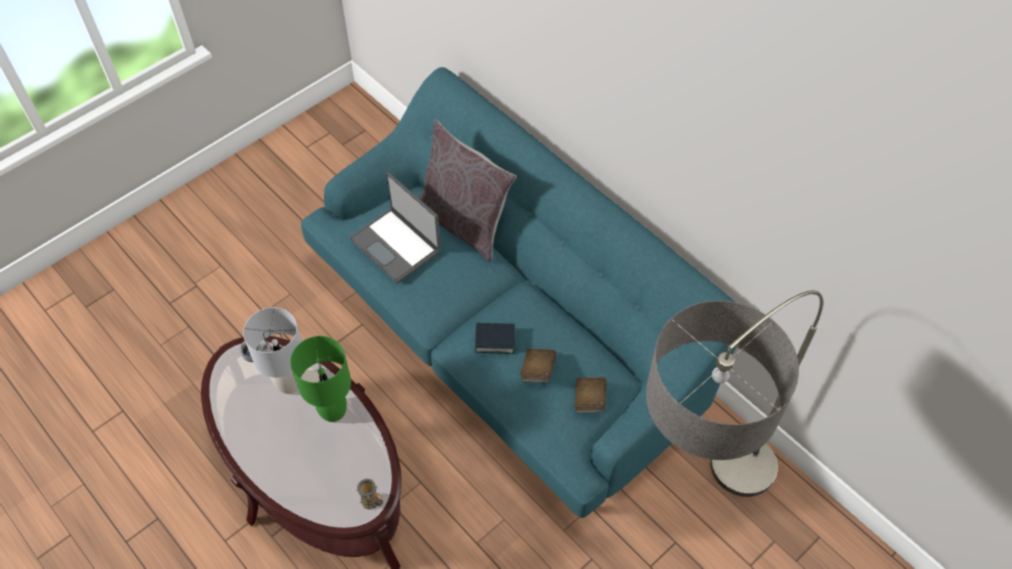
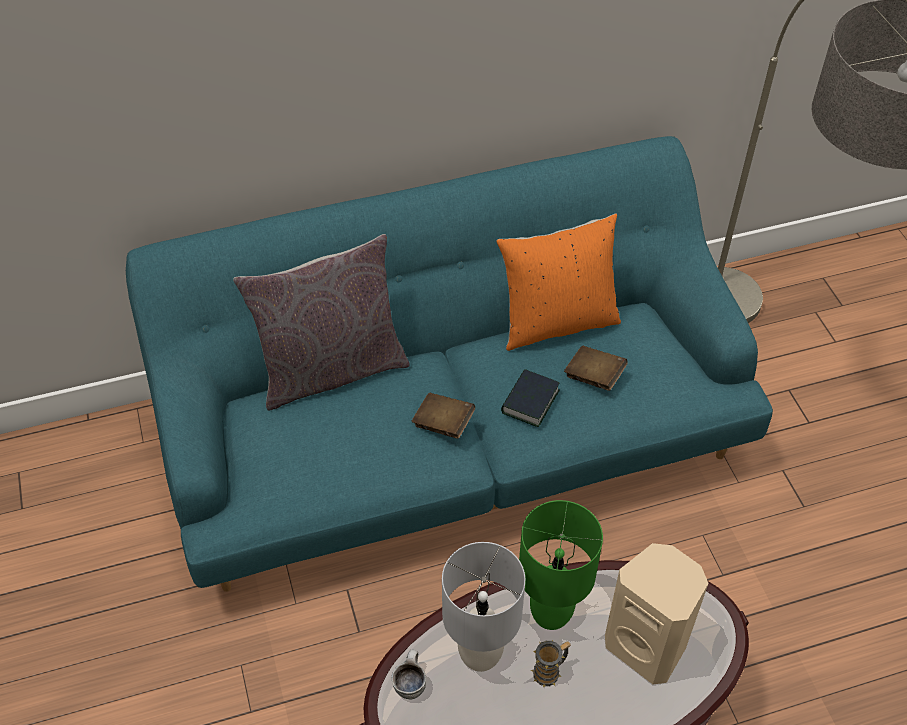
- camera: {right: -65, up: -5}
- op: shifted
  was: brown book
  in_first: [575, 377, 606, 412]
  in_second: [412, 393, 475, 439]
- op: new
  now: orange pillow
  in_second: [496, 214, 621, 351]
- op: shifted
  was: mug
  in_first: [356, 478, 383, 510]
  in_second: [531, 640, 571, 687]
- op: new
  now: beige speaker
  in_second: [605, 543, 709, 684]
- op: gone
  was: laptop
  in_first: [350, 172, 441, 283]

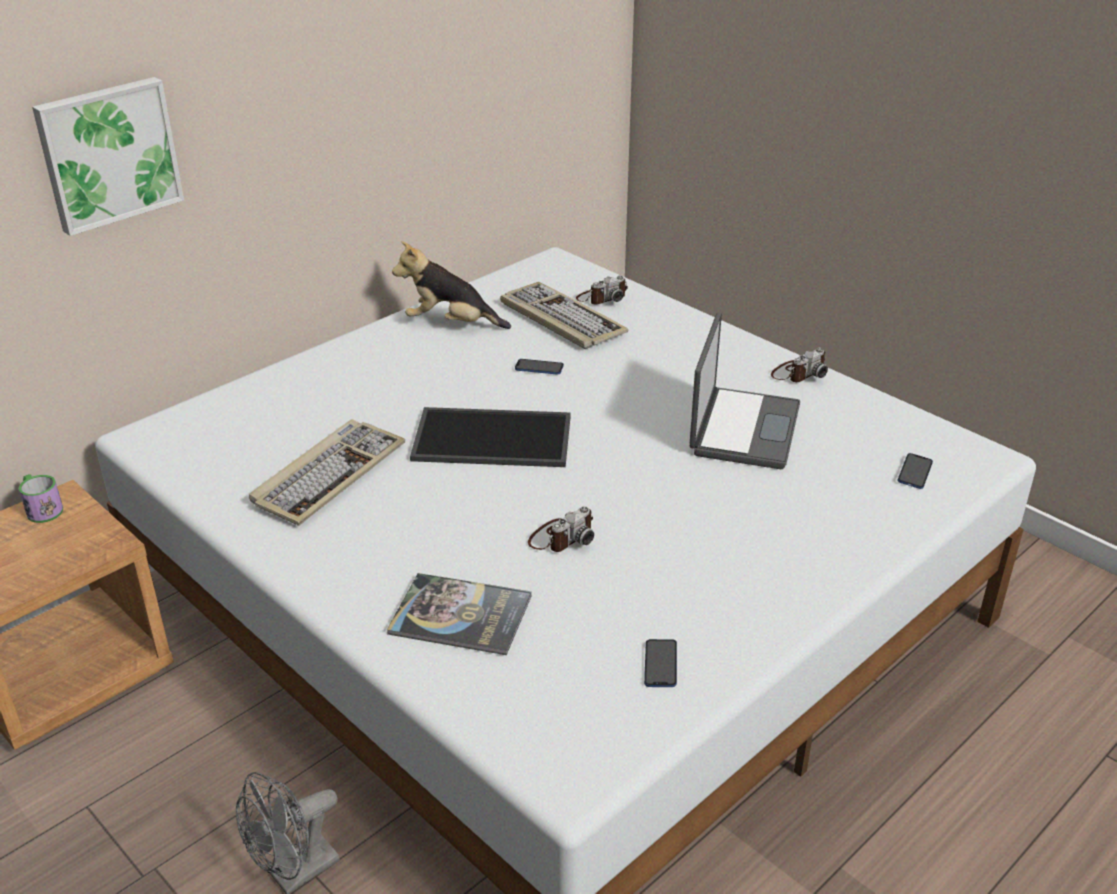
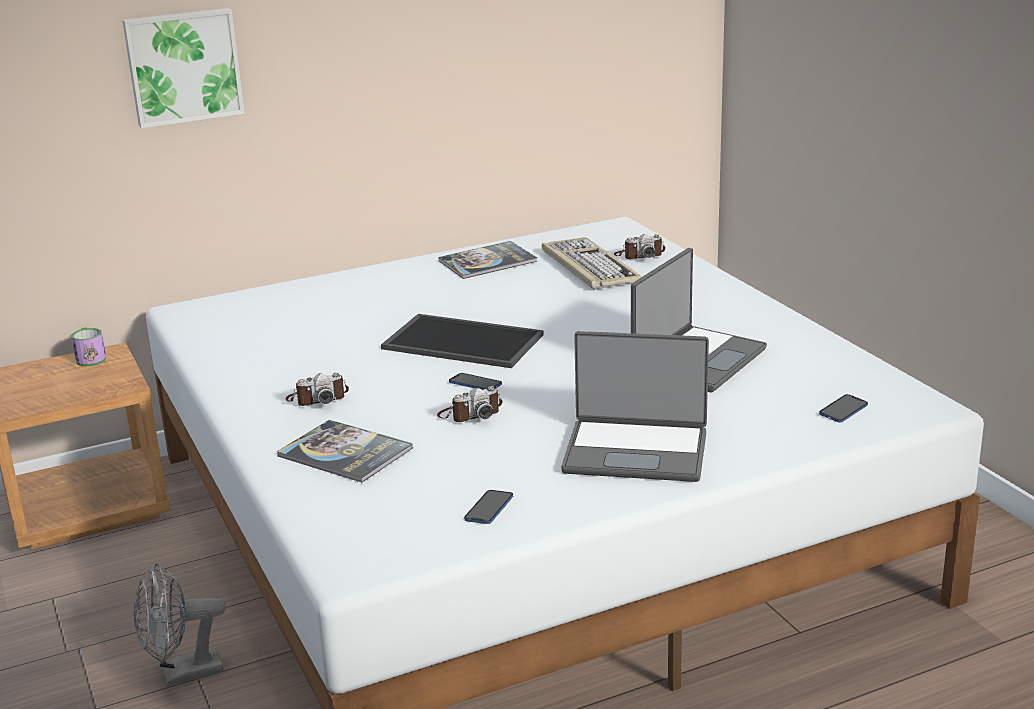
- camera: {right: 20, up: -10}
- op: shifted
  was: photo camera
  in_first: [771, 348, 828, 382]
  in_second: [285, 372, 349, 406]
- op: swapped
  was: plush toy
  now: book
  in_first: [392, 241, 511, 329]
  in_second: [438, 241, 537, 279]
- op: shifted
  was: phone
  in_first: [515, 359, 564, 375]
  in_second: [449, 373, 502, 390]
- op: new
  now: laptop
  in_second: [561, 331, 709, 482]
- op: gone
  was: keyboard
  in_first: [249, 419, 405, 526]

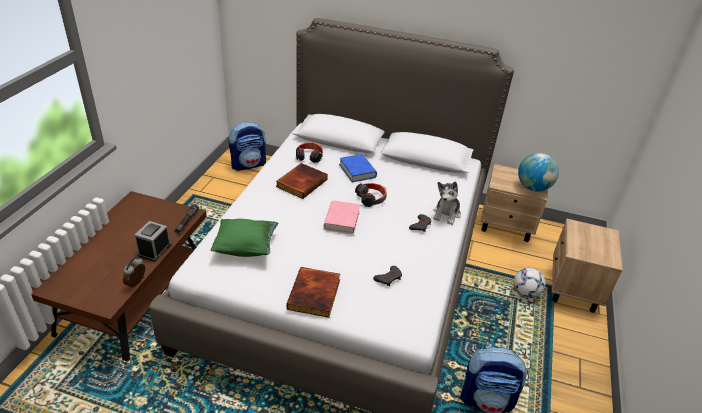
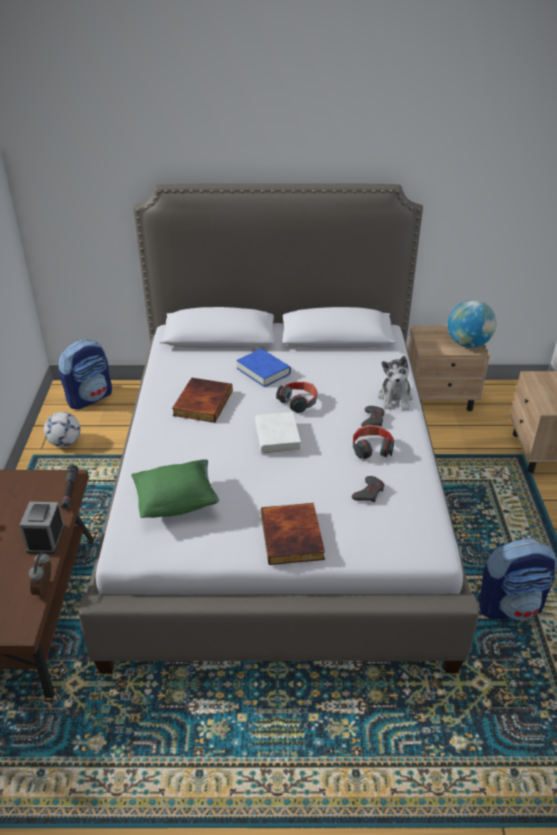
- camera: {right: -15, up: 0}
- op: shifted
  was: football
  in_first: [514, 268, 546, 298]
  in_second: [44, 412, 80, 447]
- op: repainted
  was: pink book
  now: white book
  in_first: [324, 200, 360, 235]
  in_second: [255, 412, 301, 454]
- op: shifted
  was: headphones
  in_first: [296, 142, 323, 163]
  in_second: [353, 425, 394, 459]

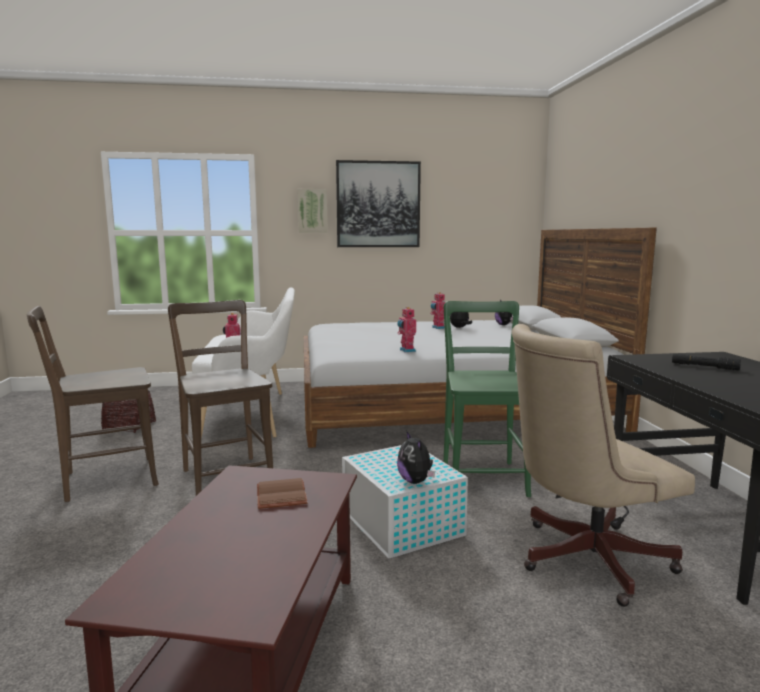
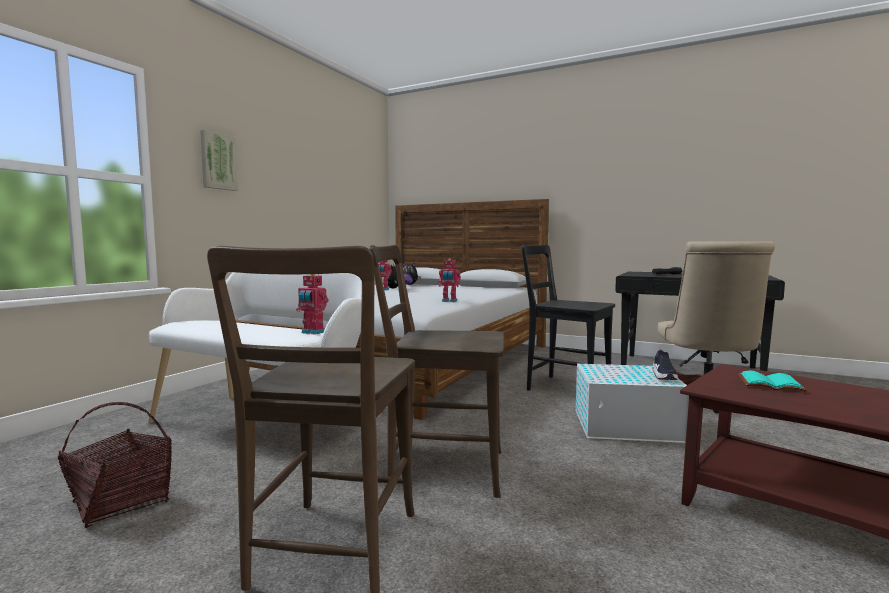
- camera: {right: -55, up: -5}
- op: repainted
  was: green chair
  now: black chair
  in_first: [443, 301, 531, 497]
  in_second: [521, 245, 615, 391]
- op: swapped
  was: plush toy
  now: shoe
  in_first: [397, 432, 435, 484]
  in_second: [652, 348, 678, 380]
- op: repainted
  was: brown book
  now: turquoise book
  in_first: [257, 478, 308, 509]
  in_second: [738, 371, 807, 392]
- op: gone
  was: picture
  in_first: [336, 160, 421, 247]

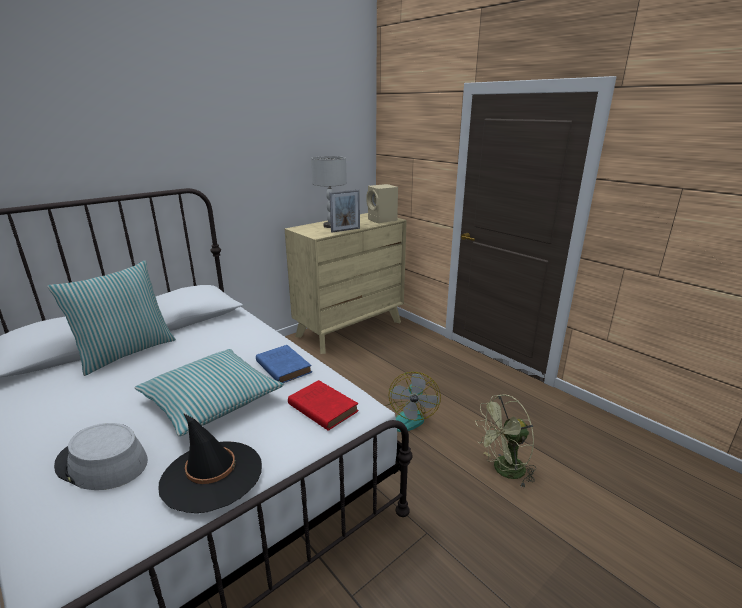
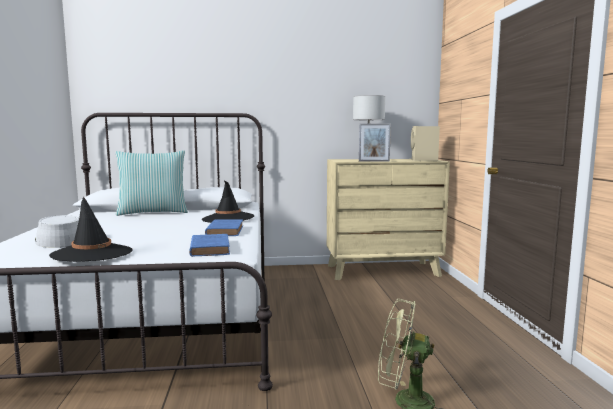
- camera: {right: 35, up: -15}
- op: repainted
  was: red book
  now: blue book
  in_first: [288, 380, 359, 431]
  in_second: [189, 234, 230, 257]
- op: new
  now: black hat
  in_second: [202, 181, 254, 223]
- op: gone
  was: pillow
  in_first: [134, 349, 284, 436]
- op: gone
  was: fan
  in_first: [385, 372, 441, 432]

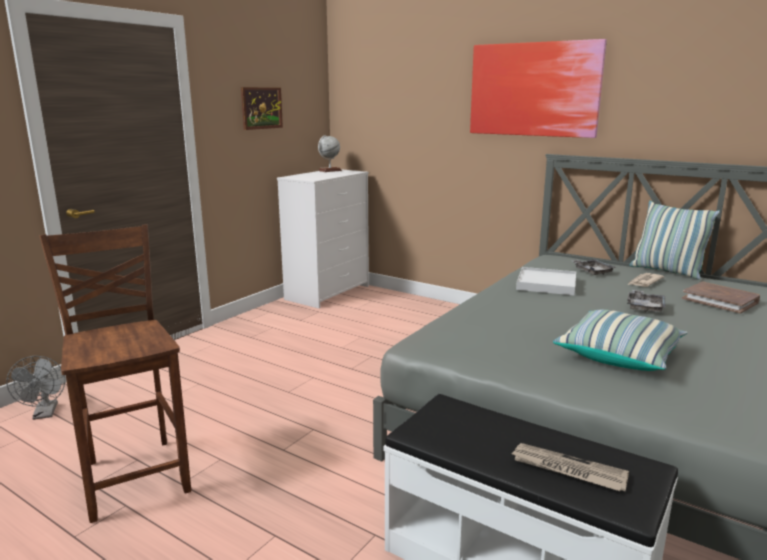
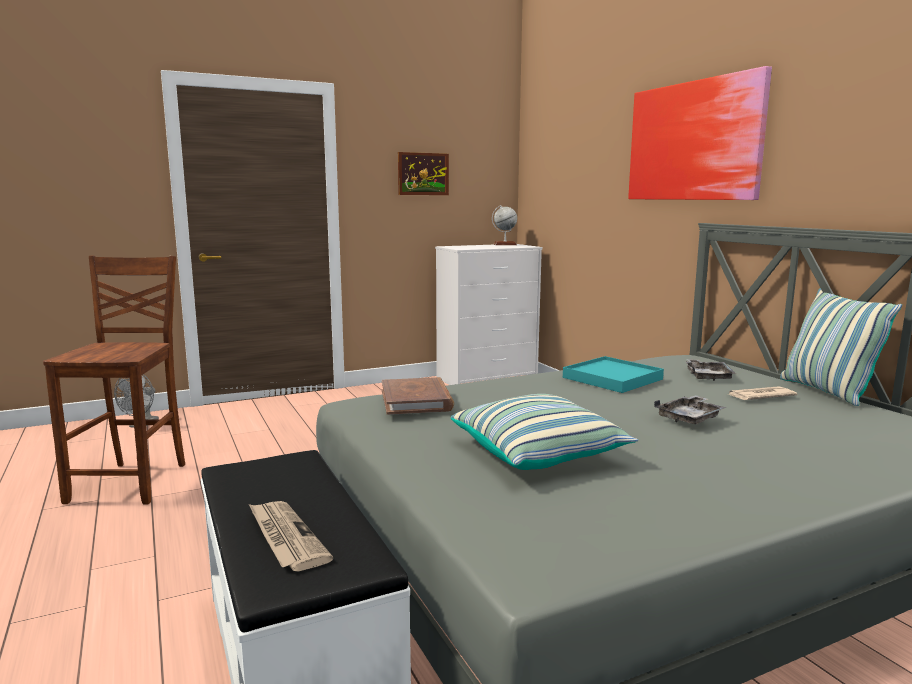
- camera: {right: 30, up: -5}
- op: shifted
  was: brown book
  in_first: [682, 282, 760, 314]
  in_second: [382, 377, 454, 415]
- op: repainted
  was: white tray
  now: turquoise tray
  in_first: [516, 267, 576, 295]
  in_second: [563, 356, 664, 393]

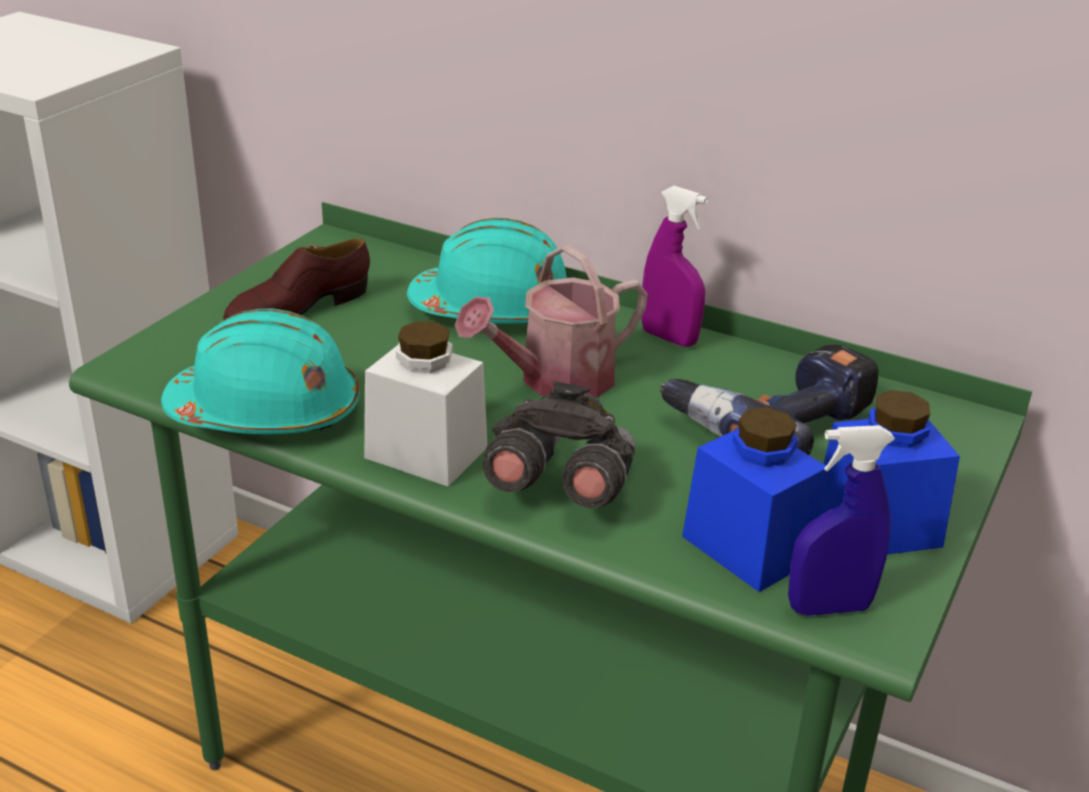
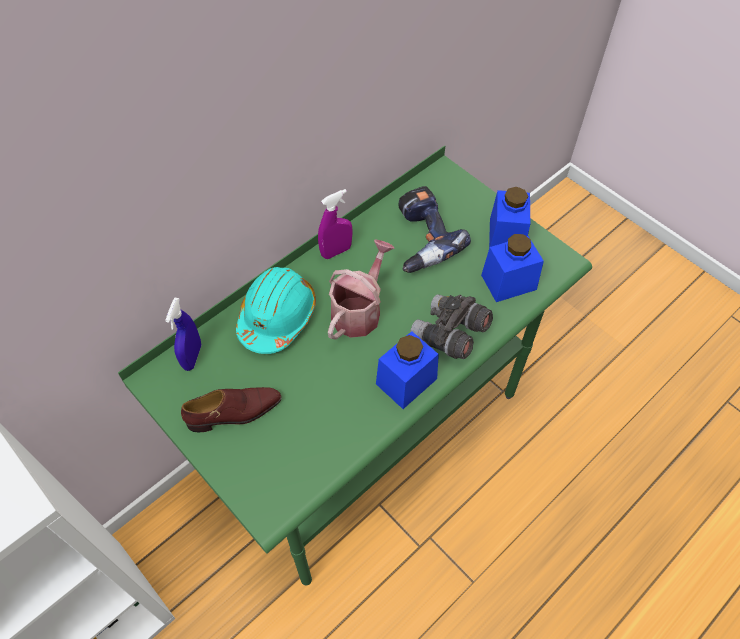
- camera: {right: -70, up: 25}
- op: shifted
  was: blue spray bottle
  in_first: [788, 425, 895, 616]
  in_second: [165, 298, 201, 371]
- op: rotated
  was: brown shoe
  in_first: [223, 238, 370, 319]
  in_second: [181, 387, 282, 432]
  clockwise: -90
- op: rotated
  was: watering can
  in_first: [455, 244, 648, 398]
  in_second: [328, 240, 395, 340]
  clockwise: -135
- op: repainted
  was: white jar
  now: blue jar
  in_first: [364, 321, 487, 487]
  in_second: [376, 331, 439, 409]
- op: gone
  was: turquoise hard hat
  in_first: [161, 308, 360, 434]

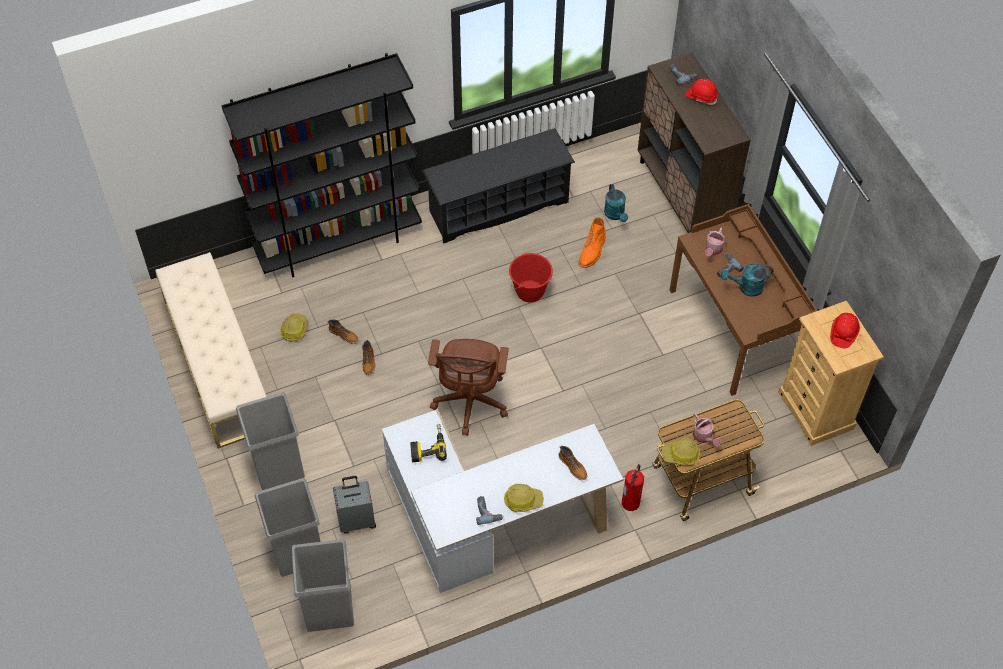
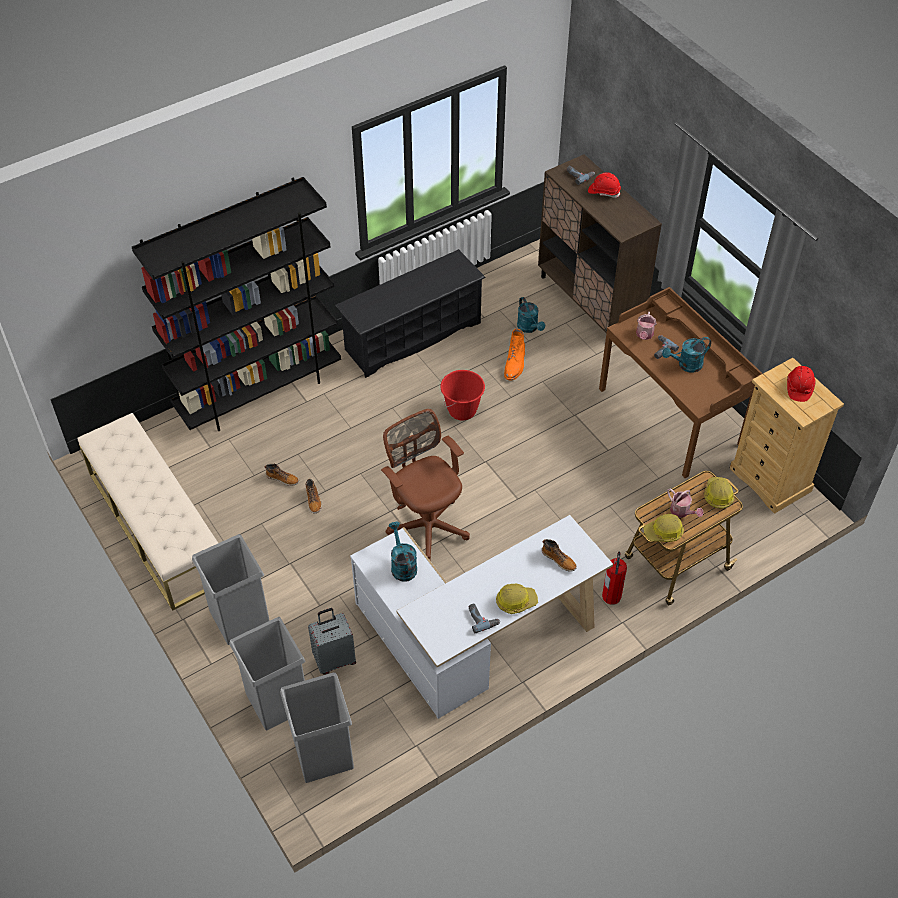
- camera: {right: -10, up: -5}
- op: rotated
  was: brown office chair
  in_first: [428, 339, 509, 436]
  in_second: [381, 409, 470, 561]
  clockwise: 150
- op: swapped
  was: power drill
  now: turquoise watering can
  in_first: [410, 424, 447, 462]
  in_second: [389, 522, 417, 582]
- op: shifted
  was: hard hat
  in_first: [280, 313, 307, 342]
  in_second: [704, 477, 734, 509]

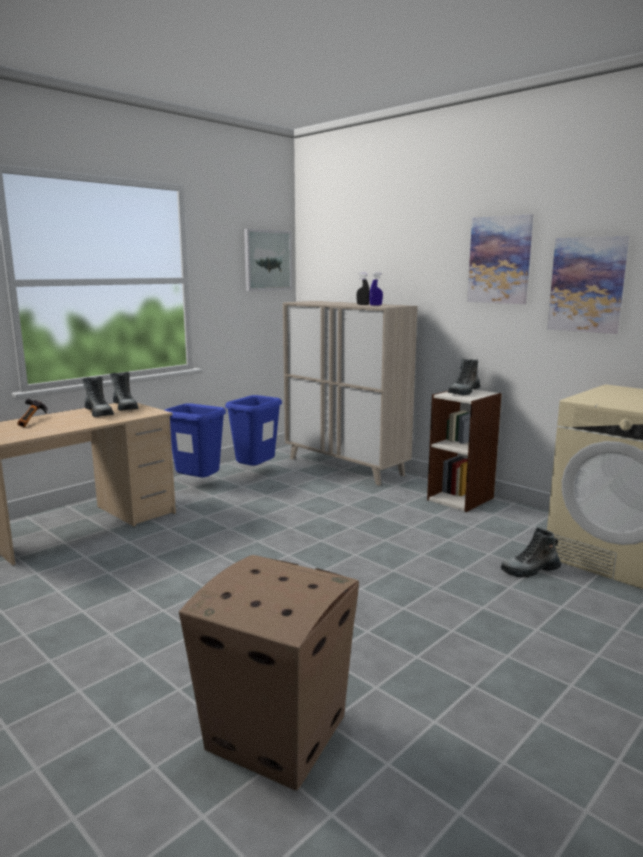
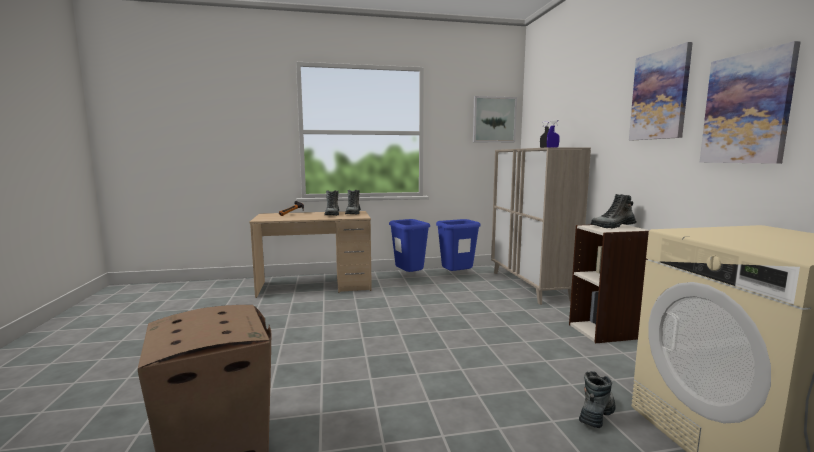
- camera: {right: 35, up: -5}
- op: rotated
  was: boot
  in_first: [501, 527, 561, 578]
  in_second: [579, 371, 616, 428]
  clockwise: 105

